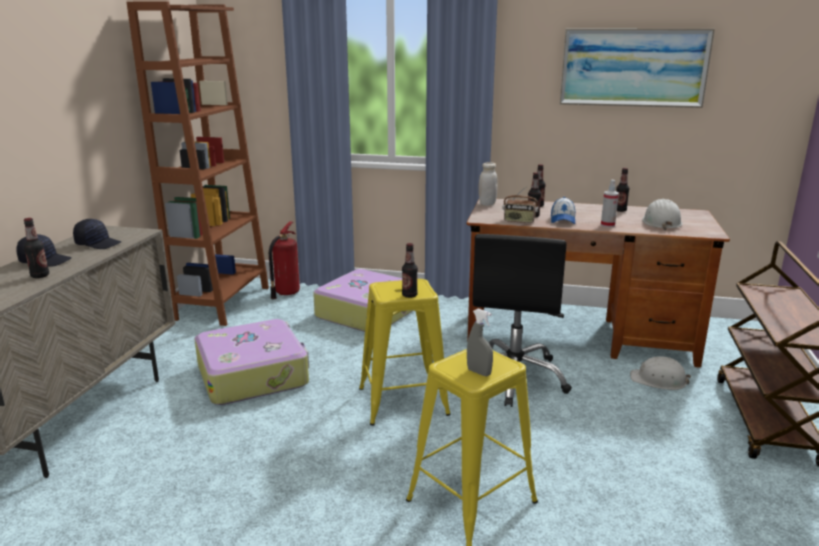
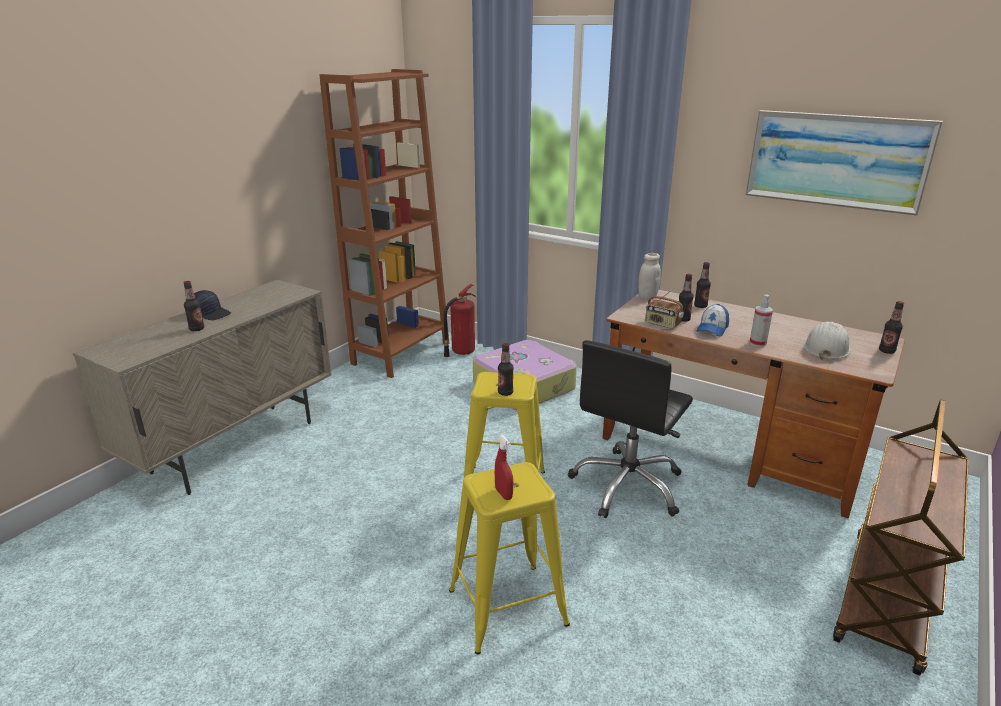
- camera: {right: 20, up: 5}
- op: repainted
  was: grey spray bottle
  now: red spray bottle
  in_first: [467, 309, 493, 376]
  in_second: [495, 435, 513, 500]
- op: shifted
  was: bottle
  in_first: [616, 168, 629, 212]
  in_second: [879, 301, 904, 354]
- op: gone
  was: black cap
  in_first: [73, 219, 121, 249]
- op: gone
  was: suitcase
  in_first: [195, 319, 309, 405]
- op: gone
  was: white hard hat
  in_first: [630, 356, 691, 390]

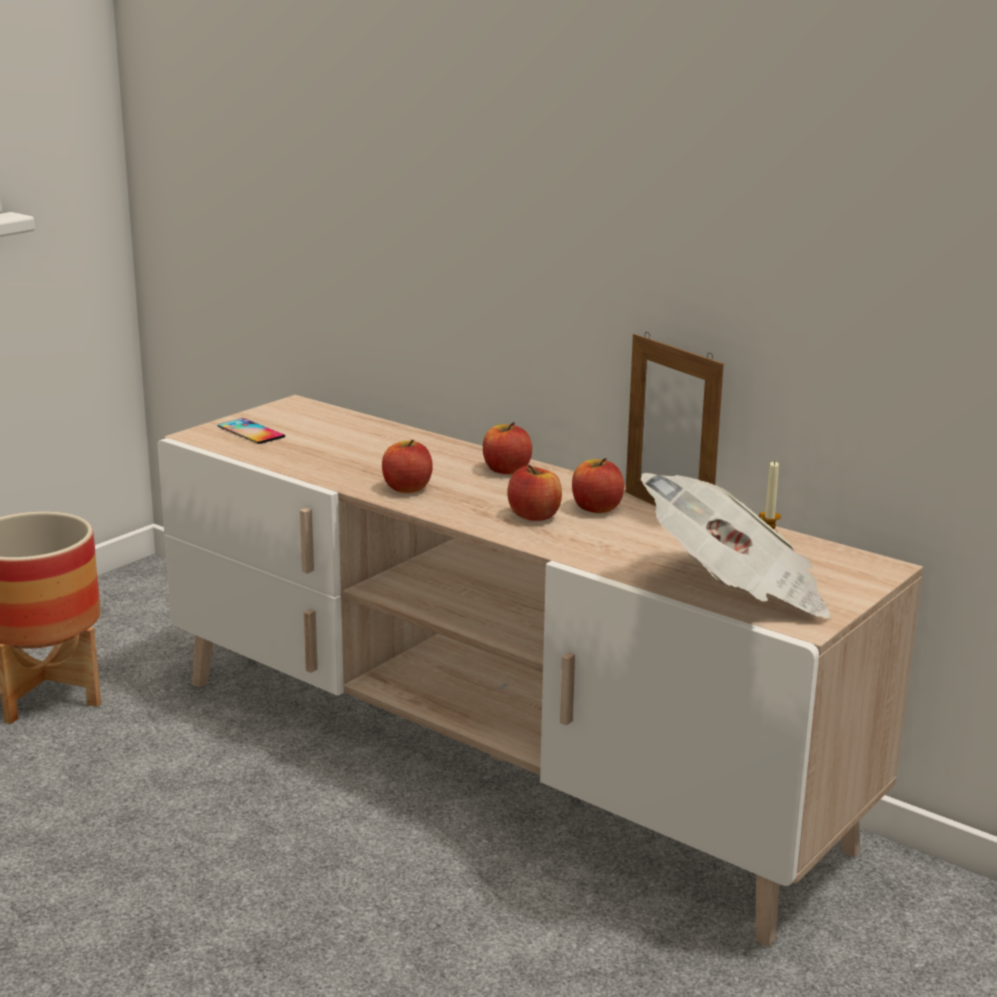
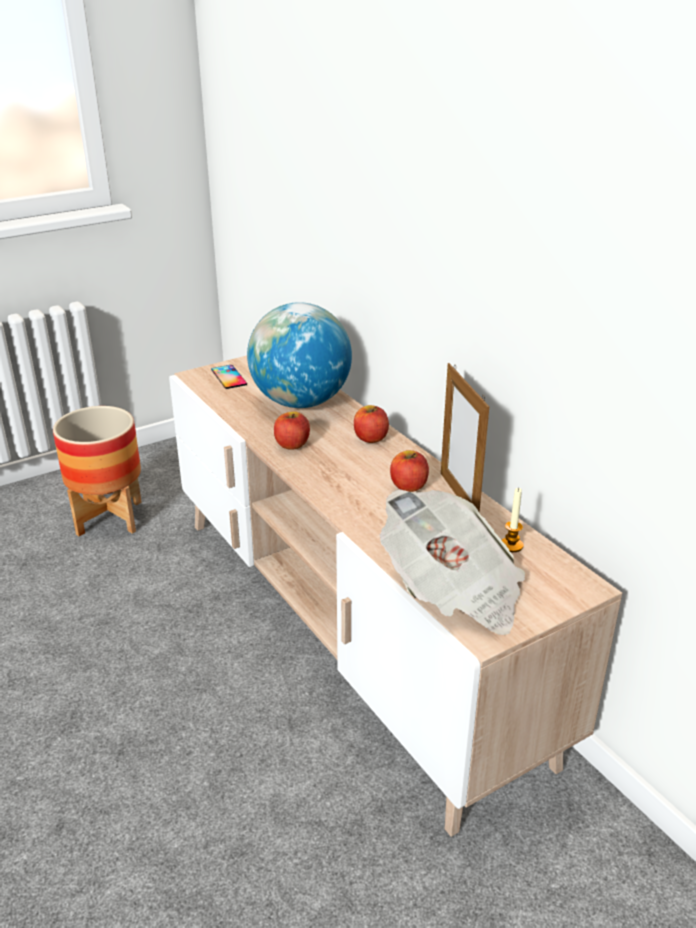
- camera: {right: 20, up: 10}
- op: new
  now: globe
  in_second: [247, 302, 352, 408]
- op: gone
  was: apple
  in_first: [507, 465, 562, 521]

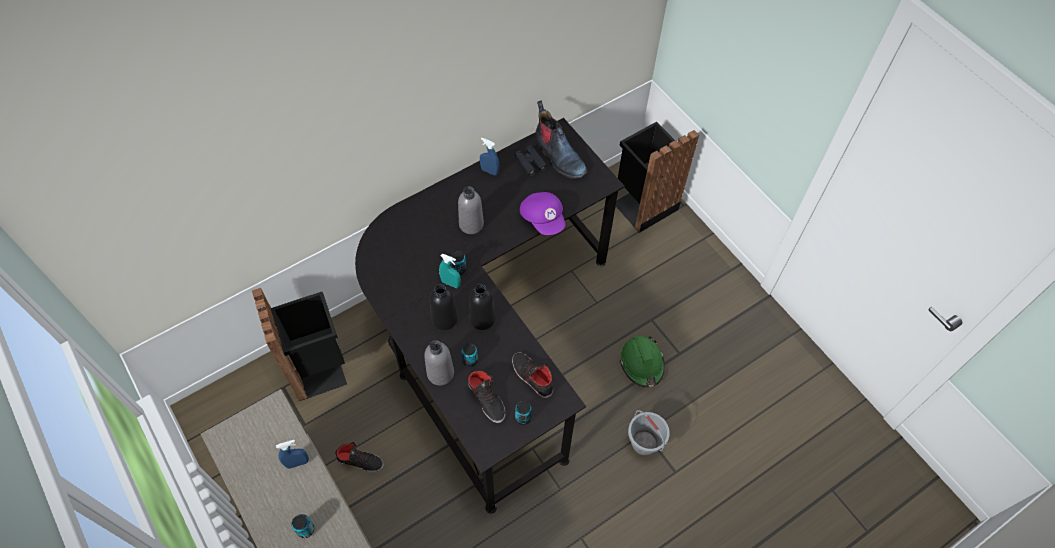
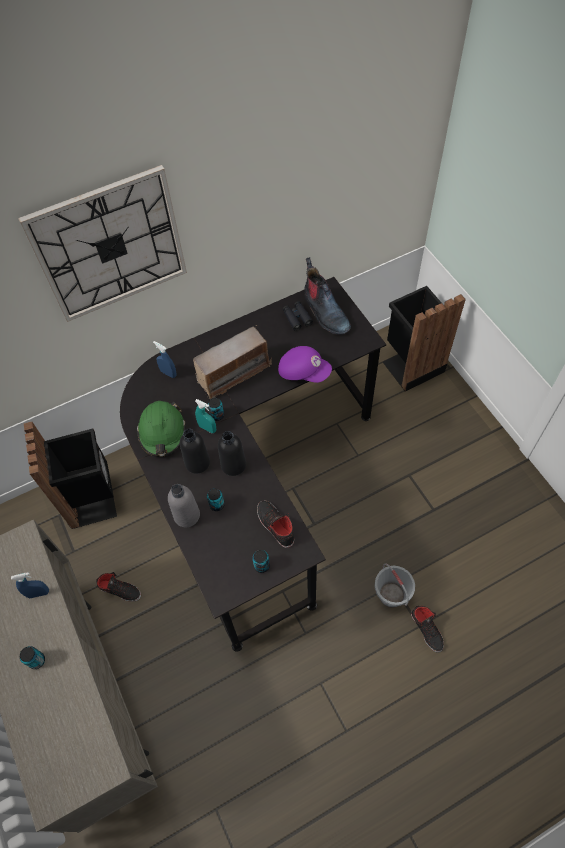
- camera: {right: 10, up: 0}
- op: new
  now: wall clock
  in_second: [18, 165, 187, 322]
- op: shifted
  was: green hard hat
  in_first: [620, 336, 665, 387]
  in_second: [137, 401, 186, 457]
- op: shifted
  was: blue spray bottle
  in_first: [480, 138, 499, 176]
  in_second: [153, 341, 176, 378]
- op: swapped
  was: grey bottle
  now: radio
  in_first: [458, 186, 484, 234]
  in_second: [193, 325, 272, 399]
- op: rotated
  was: purple cap
  in_first: [520, 192, 566, 235]
  in_second: [278, 346, 332, 383]
  clockwise: -45
- op: shifted
  was: black shoe
  in_first: [468, 370, 505, 423]
  in_second: [411, 605, 444, 653]

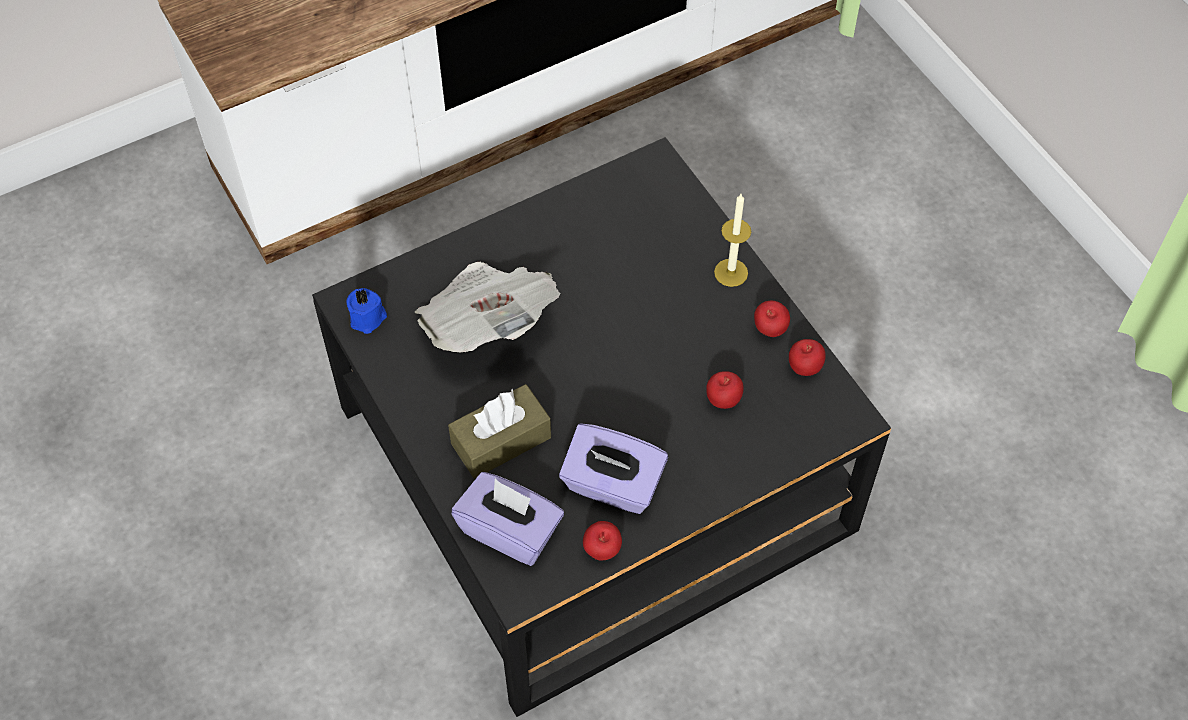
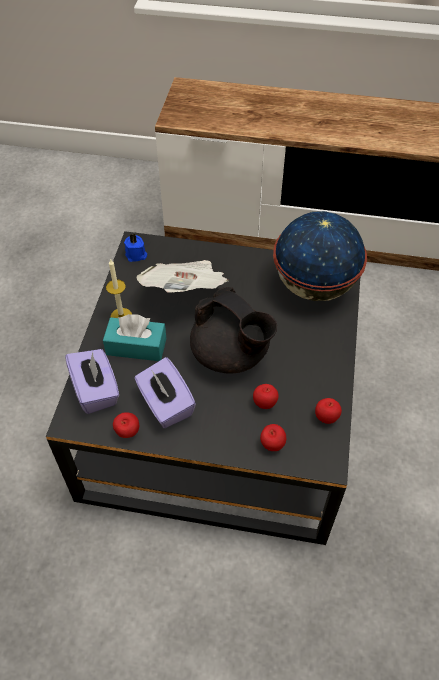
- camera: {right: 40, up: -5}
- op: repainted
  was: brown tissue box
  now: turquoise tissue box
  in_first: [448, 384, 551, 479]
  in_second: [103, 314, 166, 361]
- op: shifted
  was: candle
  in_first: [714, 194, 751, 287]
  in_second: [106, 259, 132, 318]
- op: new
  now: black teapot
  in_second: [190, 287, 277, 373]
- op: shifted
  was: apple
  in_first: [754, 301, 790, 337]
  in_second: [260, 424, 286, 451]
- op: new
  now: globe
  in_second: [273, 211, 367, 301]

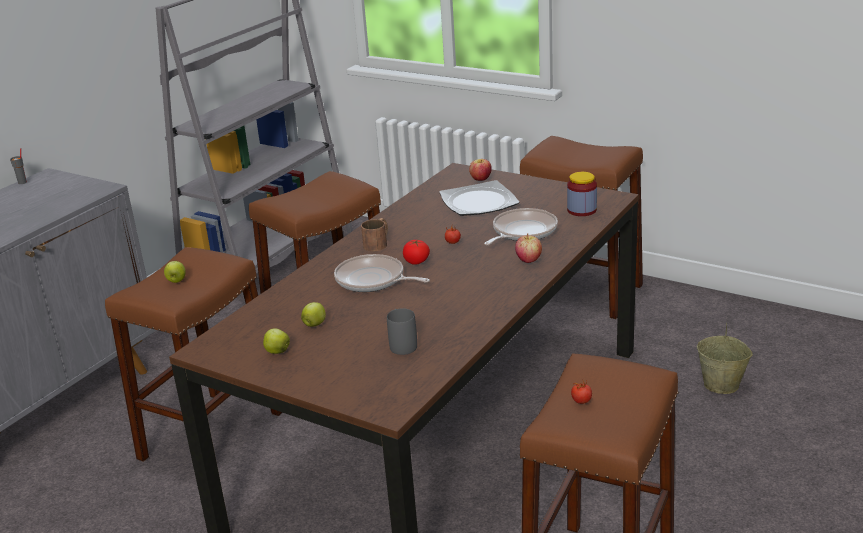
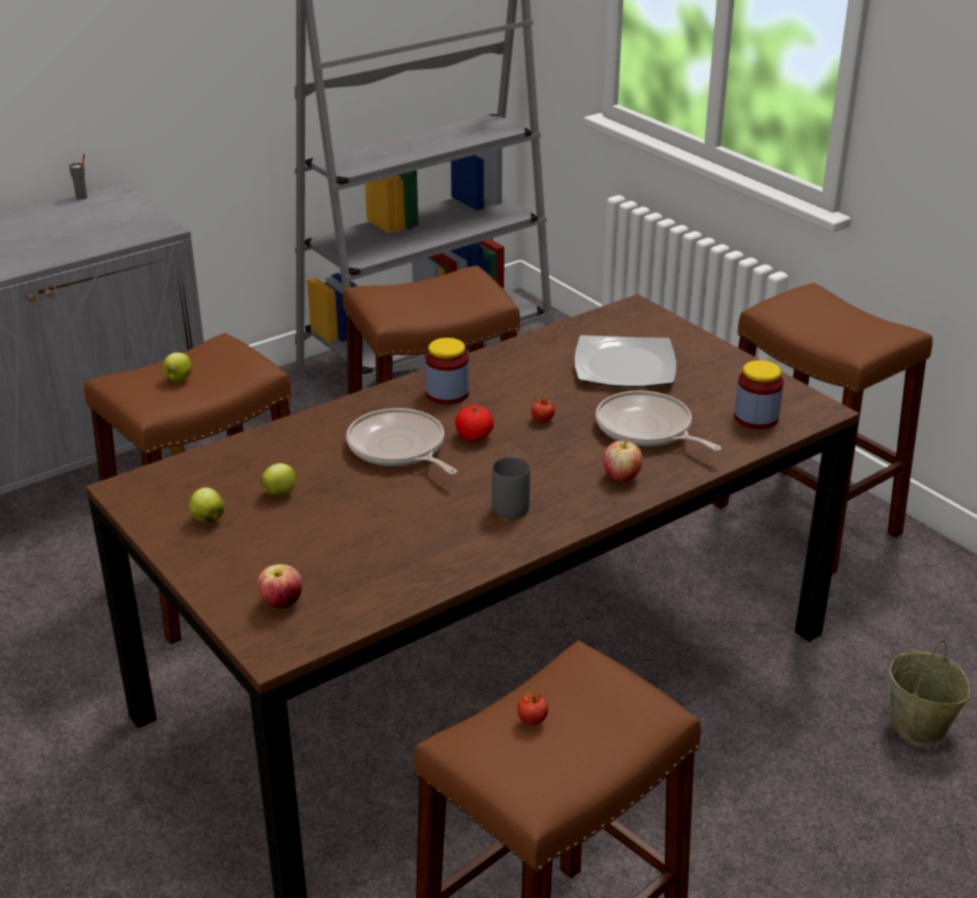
- camera: {right: 20, up: 5}
- op: shifted
  was: apple
  in_first: [469, 159, 492, 181]
  in_second: [258, 564, 302, 608]
- op: swapped
  was: brown mug
  now: jar
  in_first: [361, 218, 388, 251]
  in_second: [425, 338, 469, 404]
- op: shifted
  was: grey mug
  in_first: [387, 308, 417, 355]
  in_second: [492, 456, 530, 519]
- op: rotated
  was: frying pan
  in_first: [484, 208, 558, 245]
  in_second: [596, 390, 722, 451]
  clockwise: -105

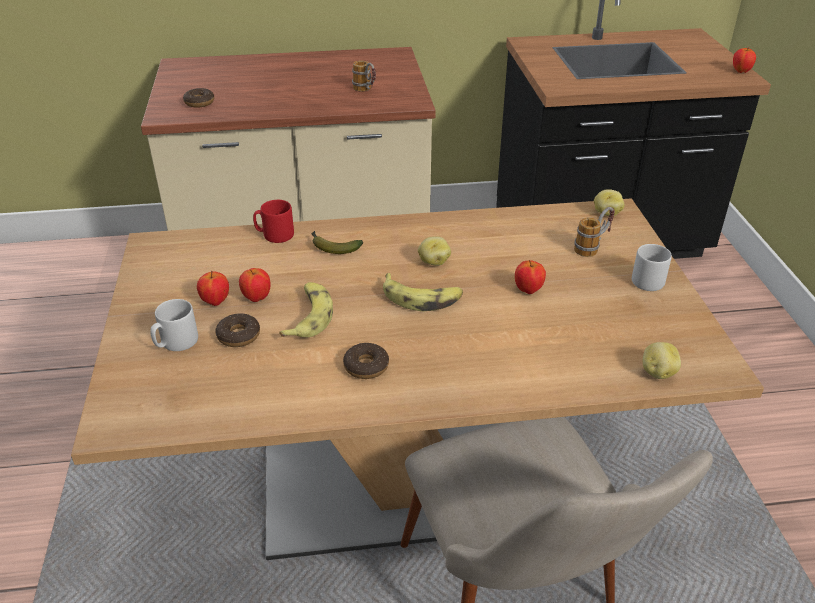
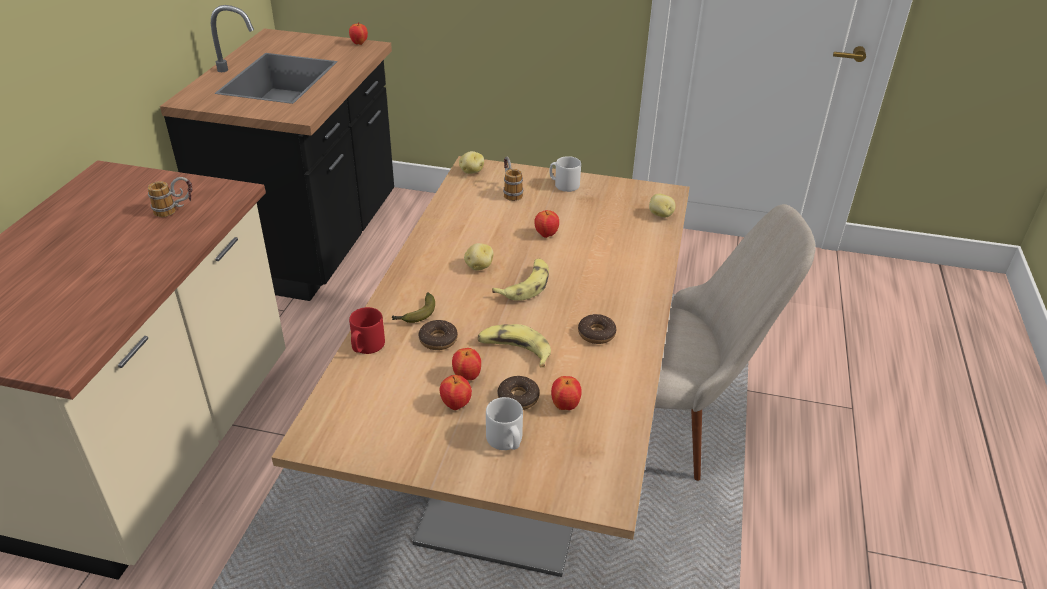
- camera: {right: -70, up: 0}
- op: shifted
  was: donut
  in_first: [183, 88, 214, 108]
  in_second: [418, 320, 458, 350]
- op: new
  now: apple
  in_second: [551, 376, 582, 410]

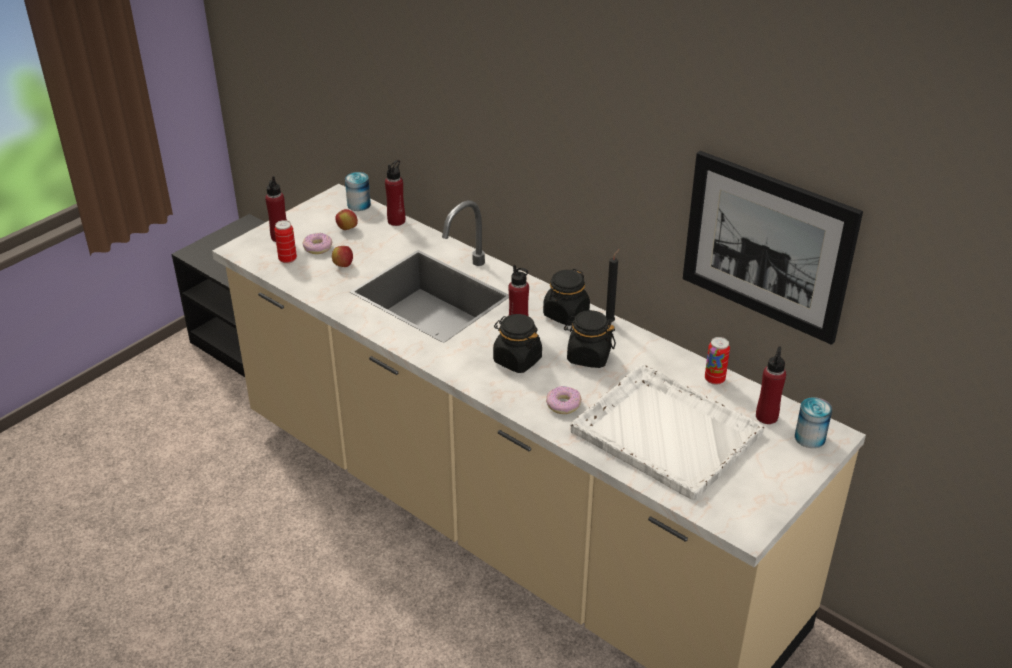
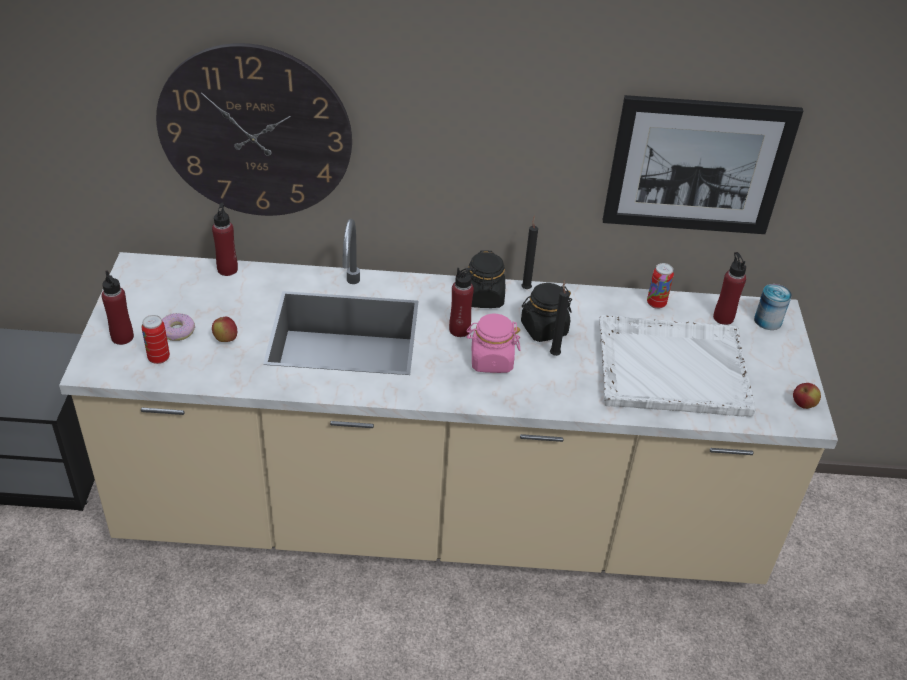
- camera: {right: -40, up: 5}
- op: new
  now: wall clock
  in_second: [156, 43, 352, 216]
- op: repainted
  was: black jar
  now: pink jar
  in_first: [493, 314, 542, 373]
  in_second: [466, 314, 520, 373]
- op: new
  now: black candle
  in_second: [550, 280, 569, 356]
- op: shifted
  was: apple
  in_first: [335, 209, 358, 230]
  in_second: [793, 383, 821, 409]
- op: gone
  was: can
  in_first: [345, 172, 371, 211]
- op: gone
  was: donut
  in_first: [546, 386, 582, 414]

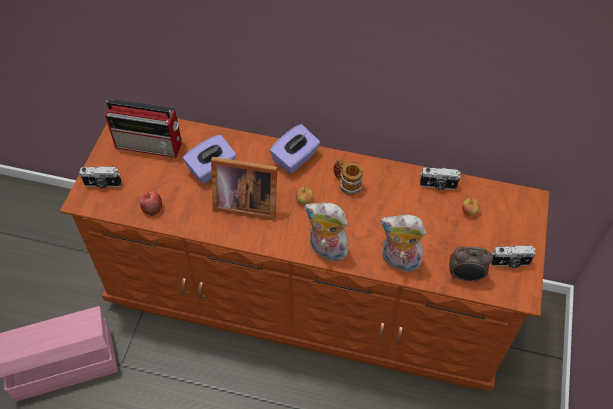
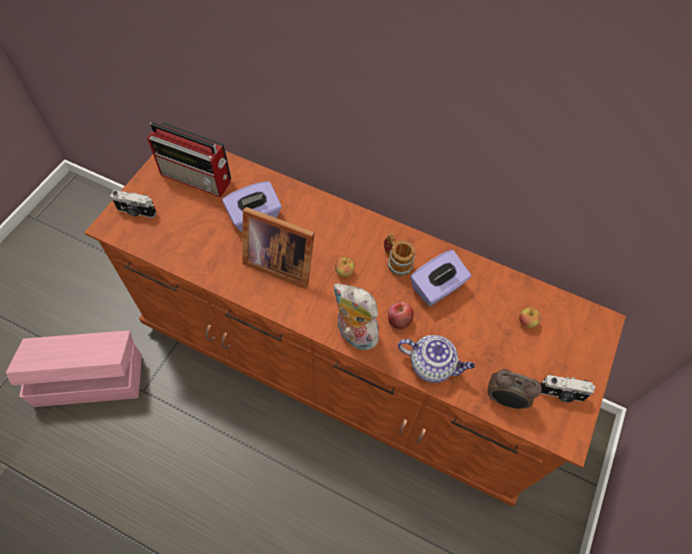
- camera: {right: 10, up: 5}
- op: shifted
  was: apple
  in_first: [140, 191, 162, 216]
  in_second: [388, 302, 414, 330]
- op: swapped
  was: plush toy
  now: teapot
  in_first: [380, 214, 426, 272]
  in_second: [398, 335, 475, 383]
- op: shifted
  was: purple tissue box
  in_first: [270, 124, 320, 174]
  in_second: [410, 250, 471, 306]
- op: gone
  was: photo camera
  in_first: [420, 167, 461, 190]

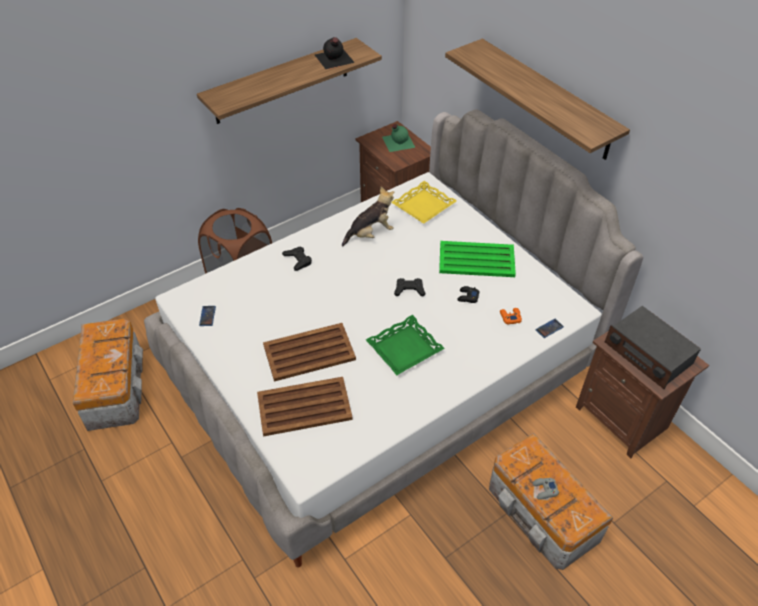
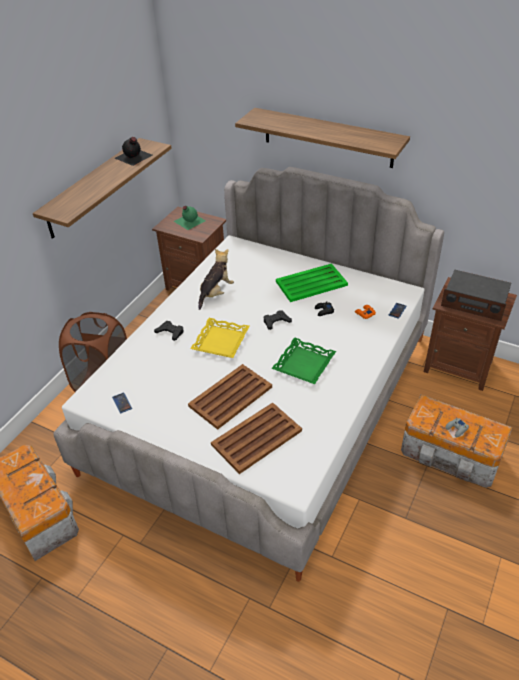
- camera: {right: -25, up: -5}
- op: shifted
  was: yellow tray
  in_first: [391, 181, 457, 224]
  in_second: [190, 318, 250, 358]

